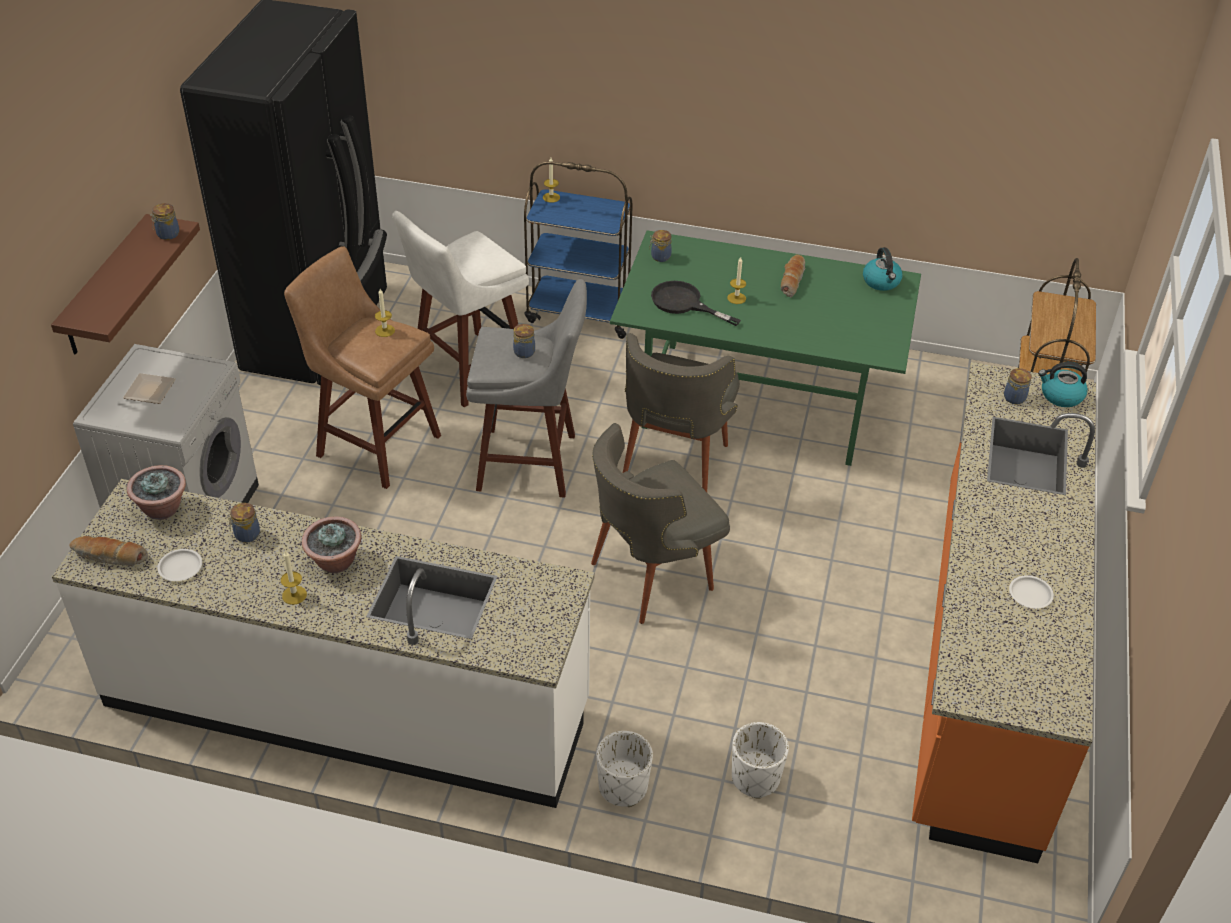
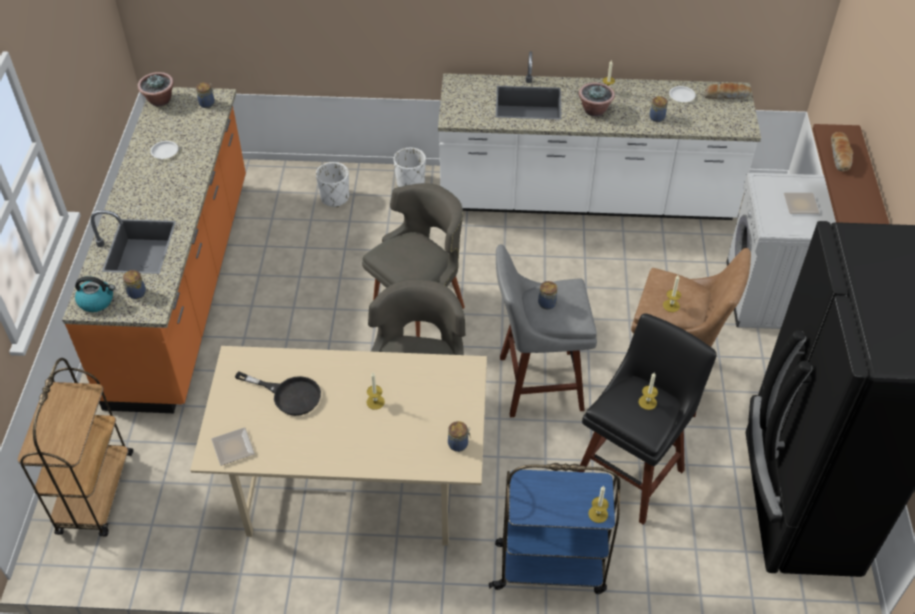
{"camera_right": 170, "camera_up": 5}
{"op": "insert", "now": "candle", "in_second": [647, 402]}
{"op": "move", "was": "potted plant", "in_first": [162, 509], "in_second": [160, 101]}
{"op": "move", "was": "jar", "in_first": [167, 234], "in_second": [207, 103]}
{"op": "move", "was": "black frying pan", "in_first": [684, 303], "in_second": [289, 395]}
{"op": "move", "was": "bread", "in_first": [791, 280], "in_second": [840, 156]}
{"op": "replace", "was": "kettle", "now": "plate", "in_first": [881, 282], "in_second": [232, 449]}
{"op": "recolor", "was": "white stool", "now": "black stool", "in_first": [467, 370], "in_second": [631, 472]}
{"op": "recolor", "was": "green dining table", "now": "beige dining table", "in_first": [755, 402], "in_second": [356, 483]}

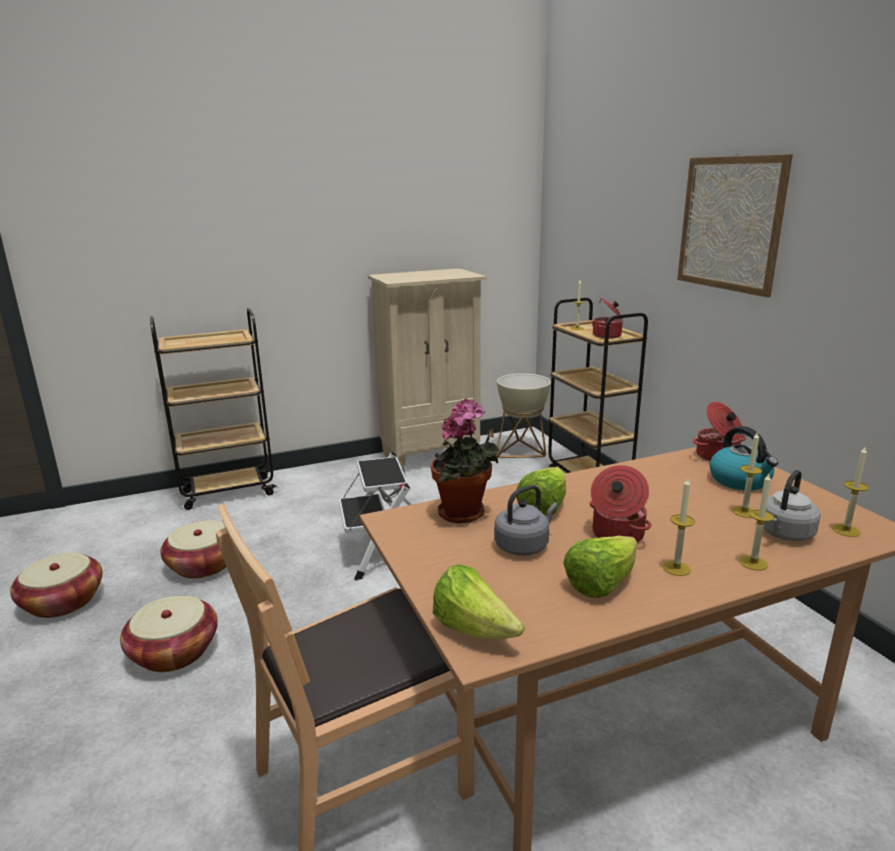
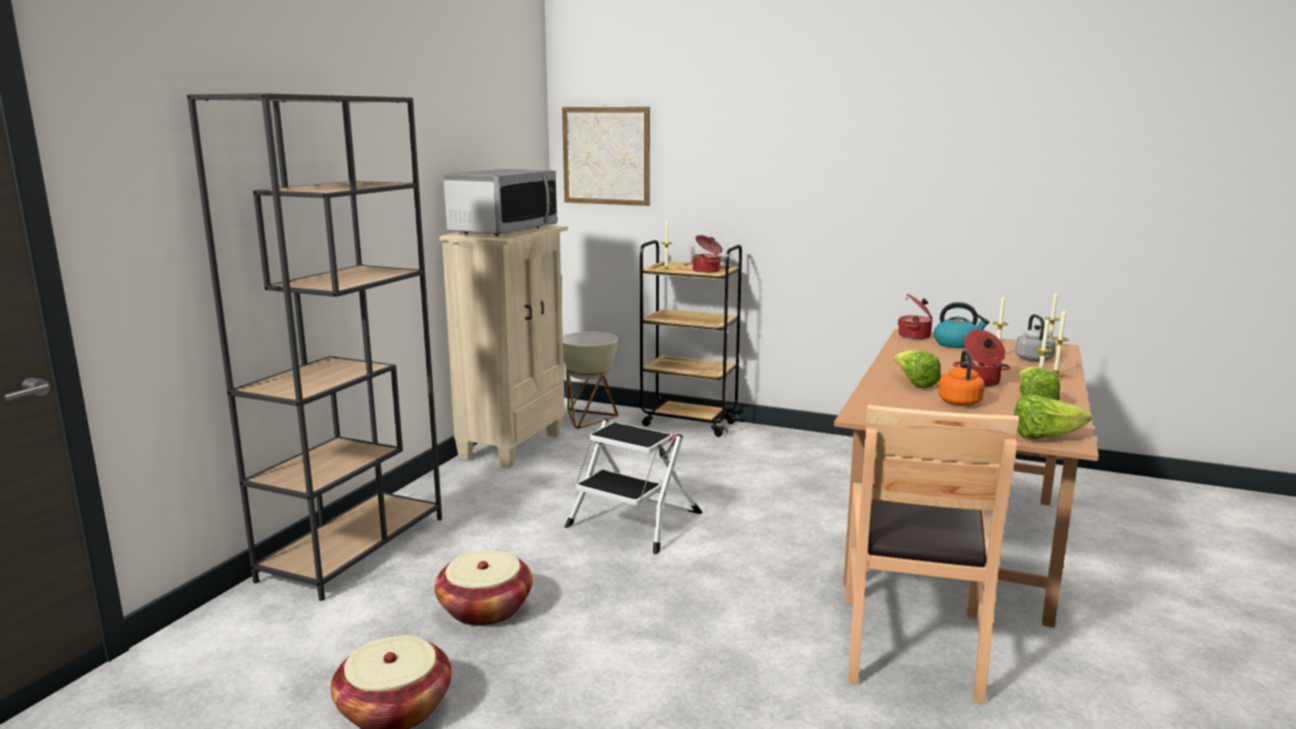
{"camera_right": -45, "camera_up": -5}
{"op": "delete", "was": "basket", "in_first": [174, 652]}
{"op": "delete", "was": "potted plant", "in_first": [465, 514]}
{"op": "insert", "now": "microwave", "in_second": [503, 230]}
{"op": "move", "was": "picture", "in_first": [730, 222], "in_second": [606, 154]}
{"op": "replace", "was": "brown cart", "now": "bookcase", "in_first": [229, 492], "in_second": [354, 548]}
{"op": "recolor", "was": "grey kettle", "now": "orange kettle", "in_first": [524, 545], "in_second": [959, 401]}

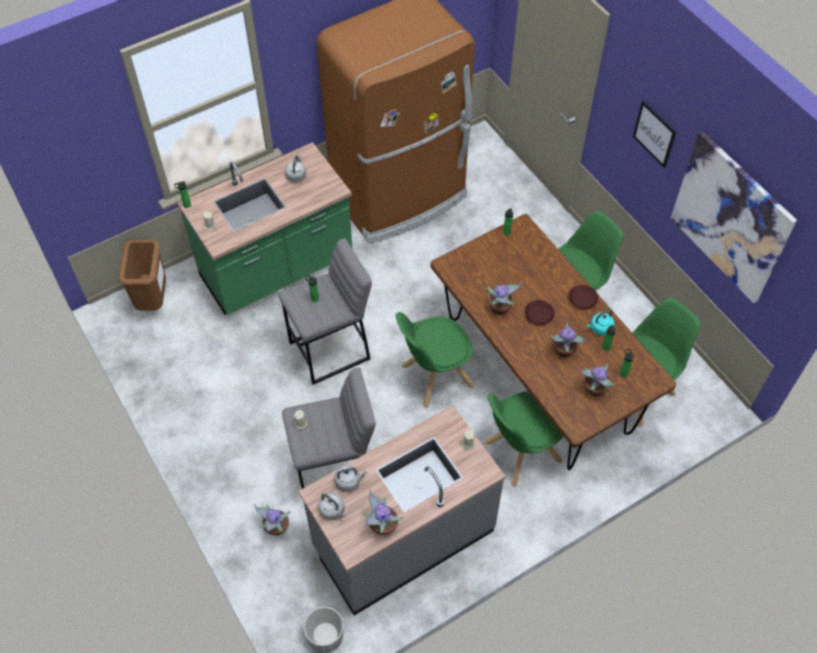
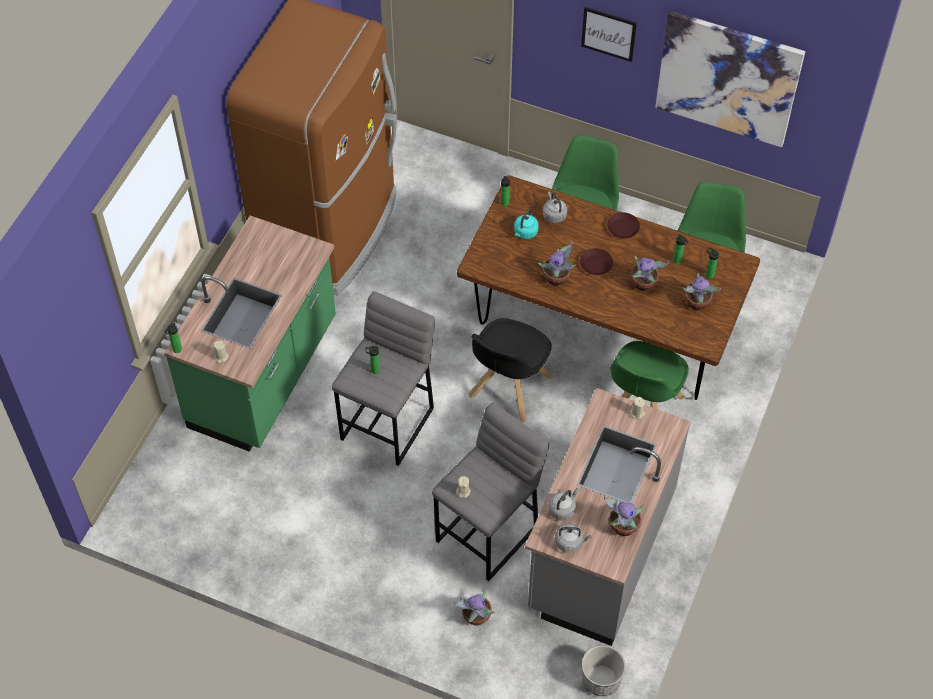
{"camera_right": -35, "camera_up": 0}
{"op": "delete", "was": "brown trash can", "in_first": [154, 301]}
{"op": "move", "was": "grey kettle", "in_first": [296, 175], "in_second": [554, 214]}
{"op": "move", "was": "turquoise kettle", "in_first": [600, 328], "in_second": [525, 233]}
{"op": "recolor", "was": "green chair", "now": "black chair", "in_first": [434, 377], "in_second": [508, 389]}

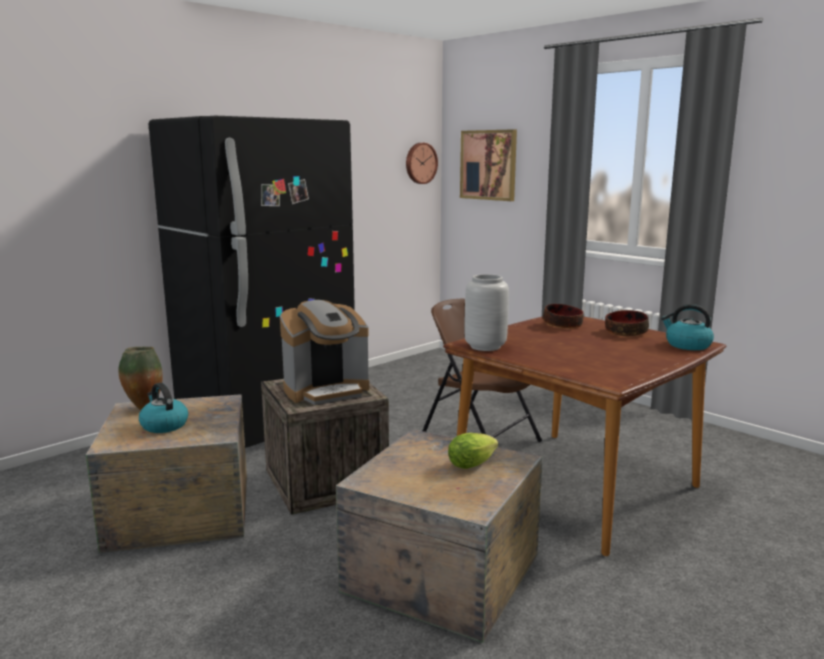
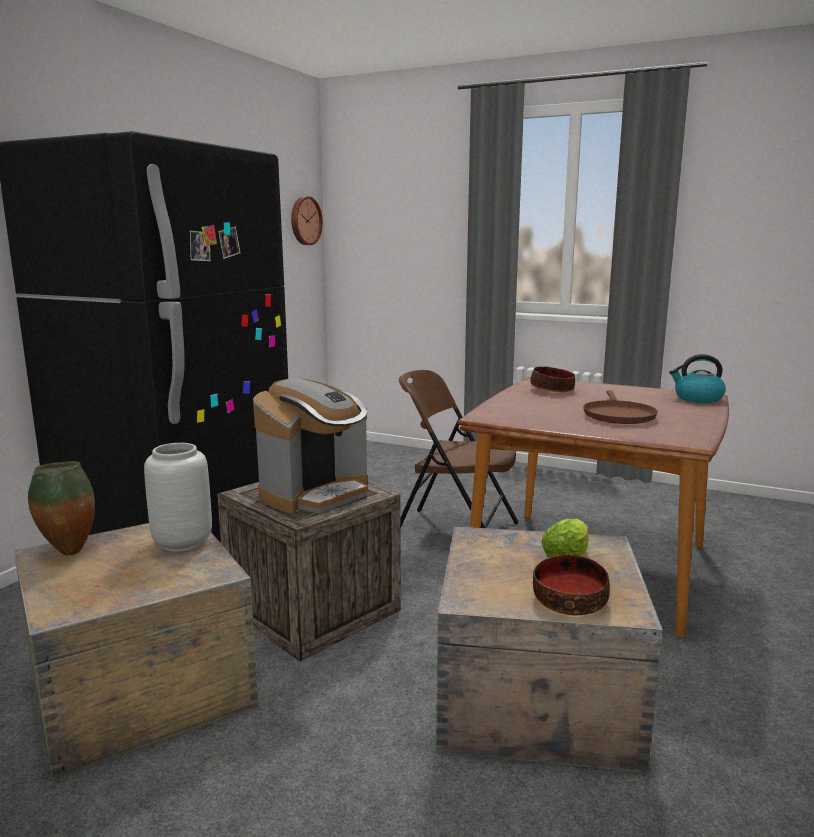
{"camera_right": -20, "camera_up": 0}
{"op": "delete", "was": "kettle", "in_first": [163, 425]}
{"op": "delete", "was": "picture", "in_first": [488, 165]}
{"op": "insert", "now": "brown frying pan", "in_second": [618, 415]}
{"op": "move", "was": "grey vase", "in_first": [486, 347], "in_second": [184, 542]}
{"op": "move", "was": "bowl", "in_first": [625, 332], "in_second": [569, 600]}

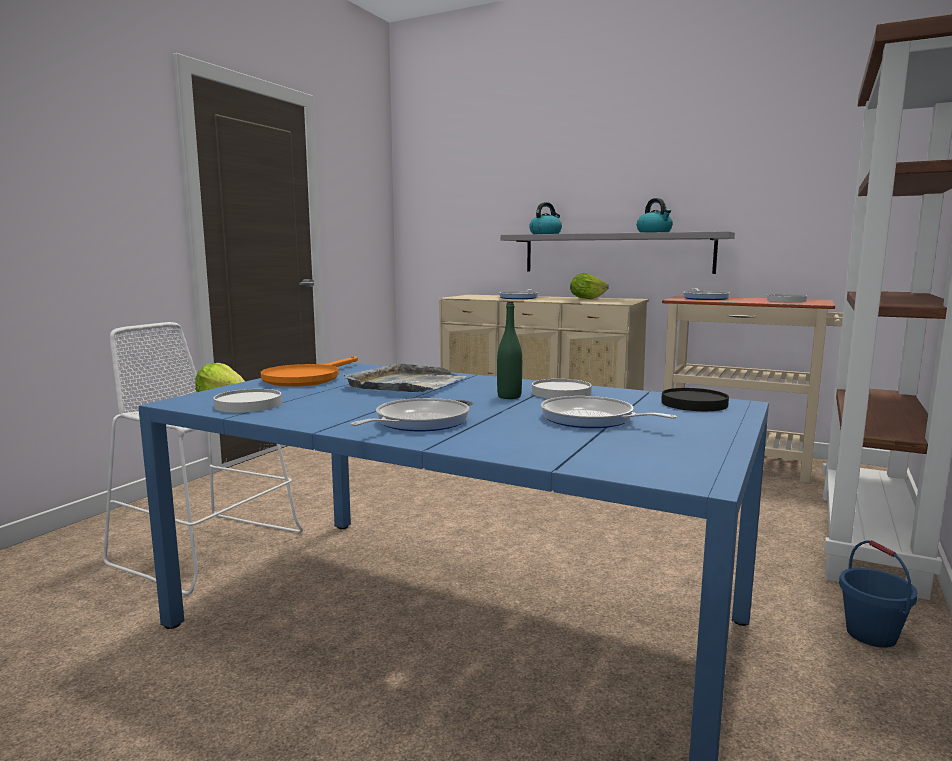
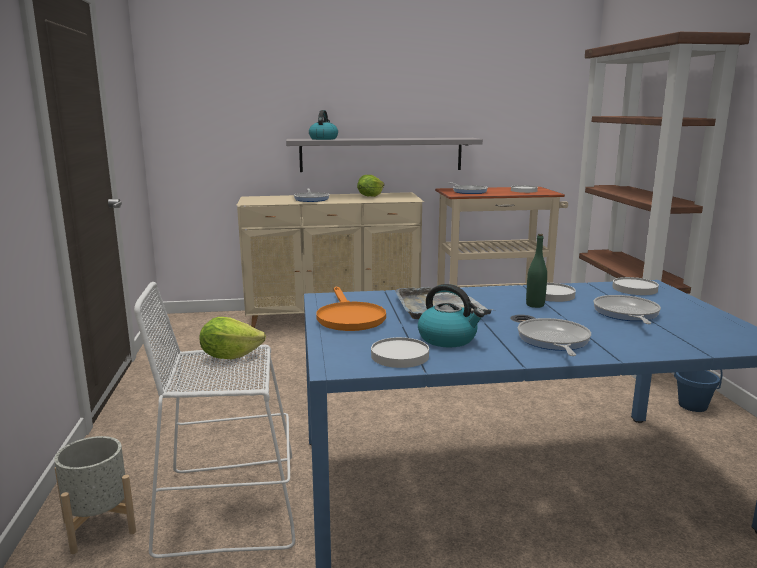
{"camera_right": -35, "camera_up": 5}
{"op": "insert", "now": "grey planter", "in_second": [99, 526]}
{"op": "move", "was": "kettle", "in_first": [654, 232], "in_second": [448, 339]}
{"op": "recolor", "was": "black plate", "now": "white plate", "in_first": [694, 404], "in_second": [635, 289]}
{"op": "rotate", "was": "frying pan", "in_first": [591, 419], "in_second": [626, 314], "clockwise": 90}

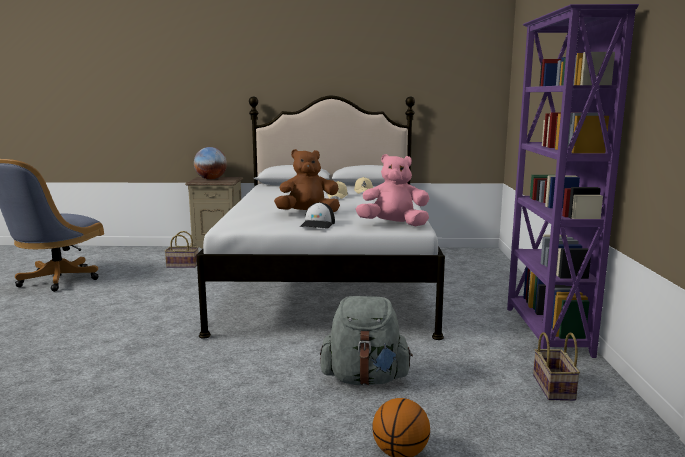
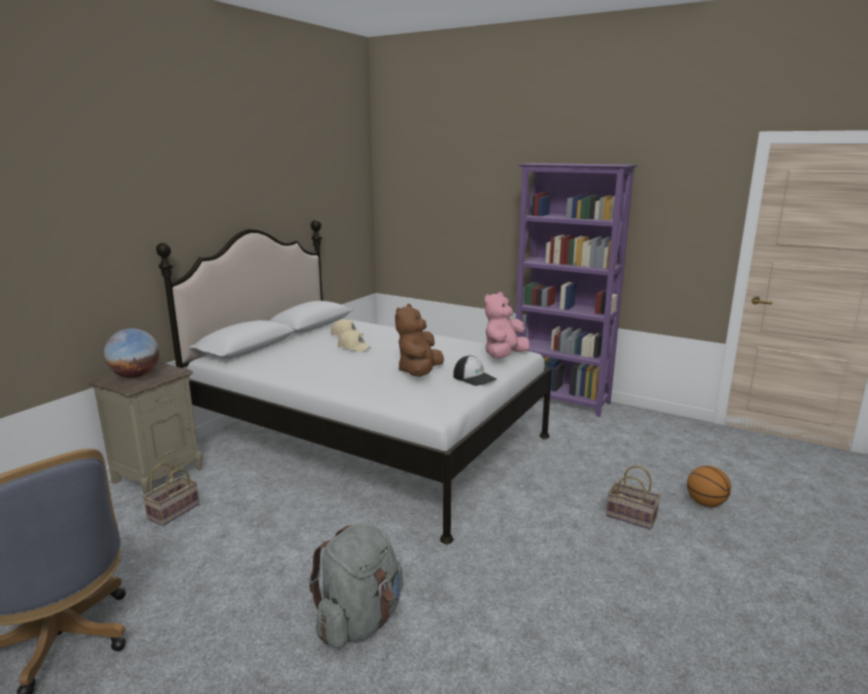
{"camera_right": -60, "camera_up": 5}
{"op": "move", "was": "grey backpack", "in_first": [365, 379], "in_second": [360, 621]}
{"op": "move", "was": "basket", "in_first": [555, 388], "in_second": [632, 517]}

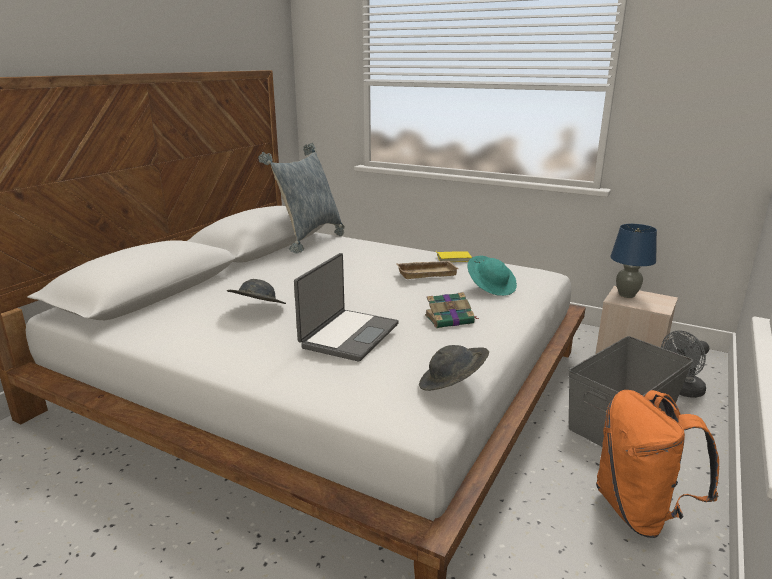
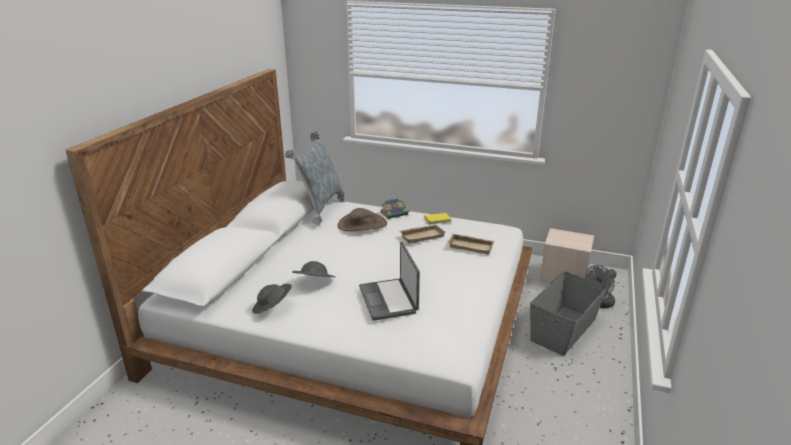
{"camera_right": -10, "camera_up": 5}
{"op": "delete", "was": "orange backpack", "in_first": [640, 511]}
{"op": "delete", "was": "blue table lamp", "in_first": [626, 295]}
{"op": "insert", "now": "brown hat", "in_second": [362, 225]}
{"op": "move", "was": "grey hat", "in_first": [452, 385], "in_second": [273, 308]}
{"op": "move", "was": "book", "in_first": [450, 319], "in_second": [394, 213]}
{"op": "replace", "was": "turquoise hat", "now": "beige tray", "in_first": [491, 287], "in_second": [471, 246]}
{"op": "rotate", "was": "laptop", "in_first": [348, 335], "in_second": [389, 300], "clockwise": 150}

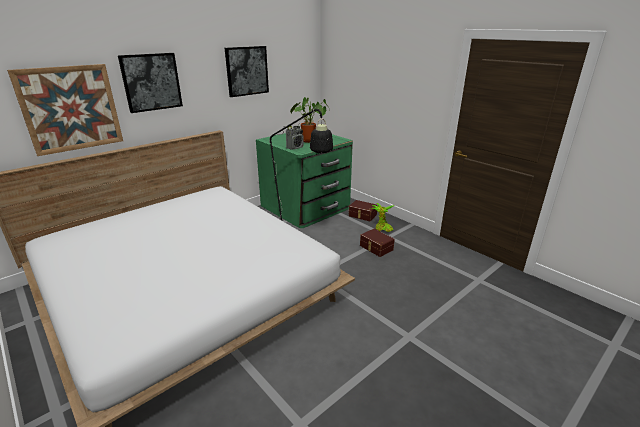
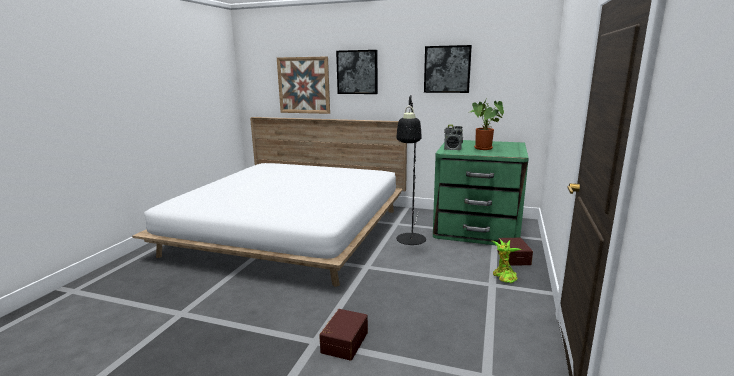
{"camera_right": 60, "camera_up": -10}
{"op": "move", "was": "brown storage box", "in_first": [376, 248], "in_second": [343, 342]}

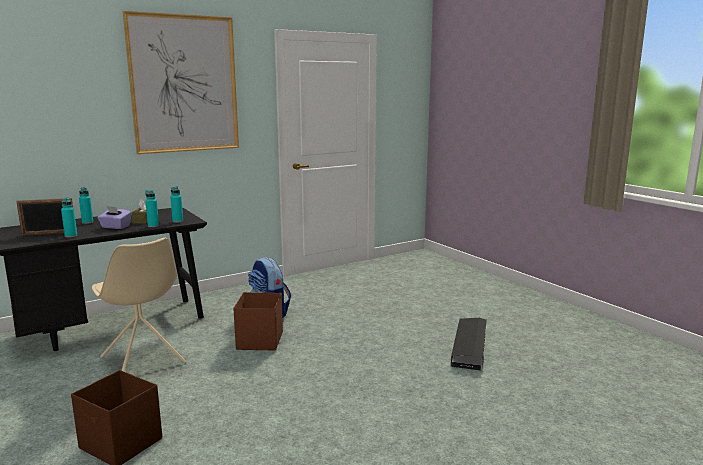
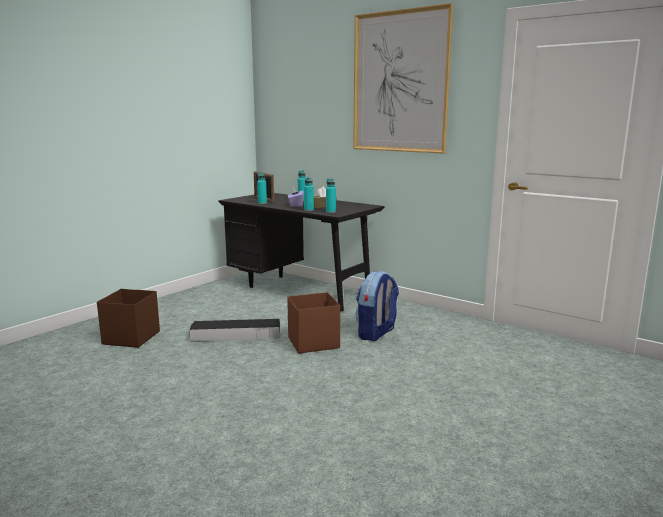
{"camera_right": 70, "camera_up": 0}
{"op": "delete", "was": "beige chair", "in_first": [143, 361]}
{"op": "move", "was": "black storage box", "in_first": [469, 348], "in_second": [236, 335]}

